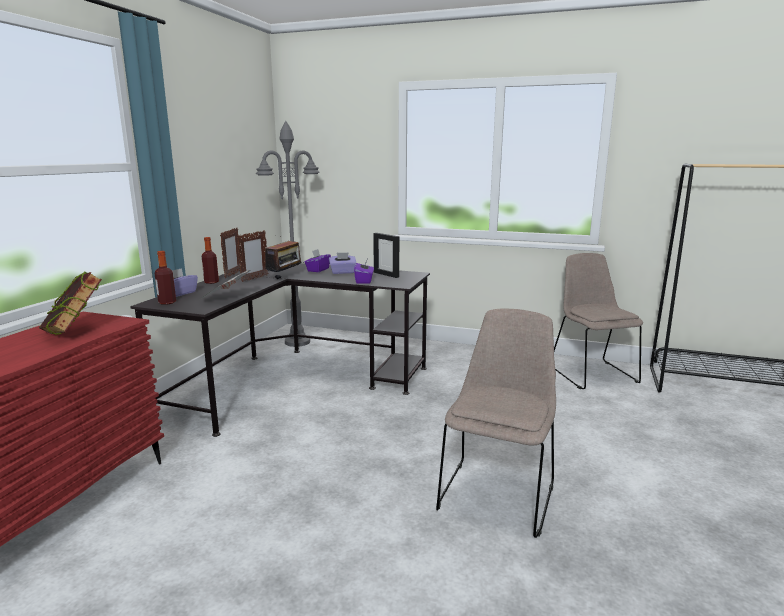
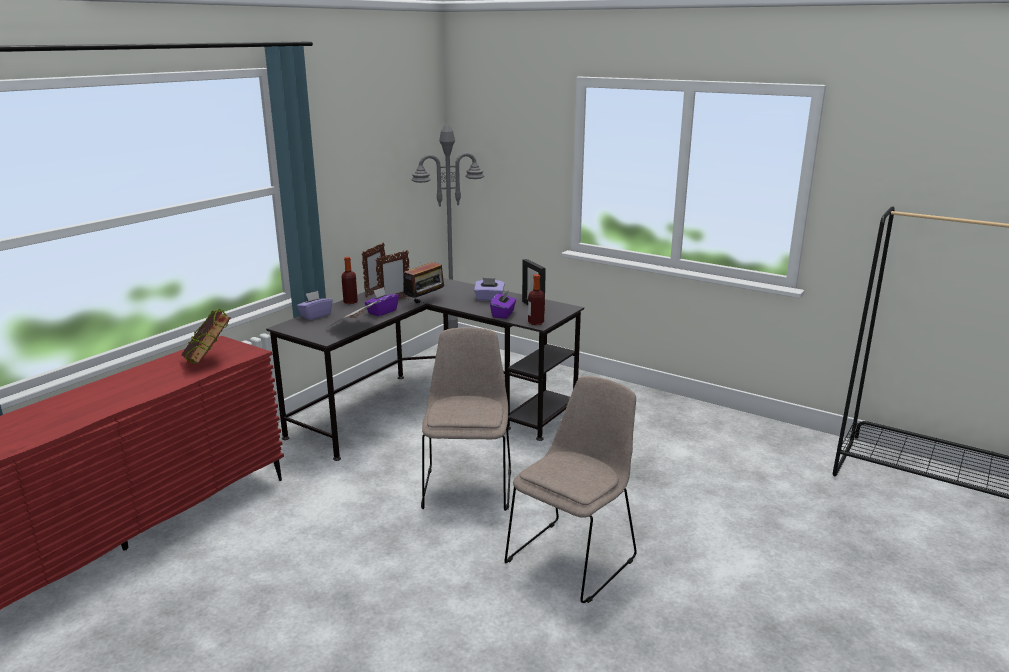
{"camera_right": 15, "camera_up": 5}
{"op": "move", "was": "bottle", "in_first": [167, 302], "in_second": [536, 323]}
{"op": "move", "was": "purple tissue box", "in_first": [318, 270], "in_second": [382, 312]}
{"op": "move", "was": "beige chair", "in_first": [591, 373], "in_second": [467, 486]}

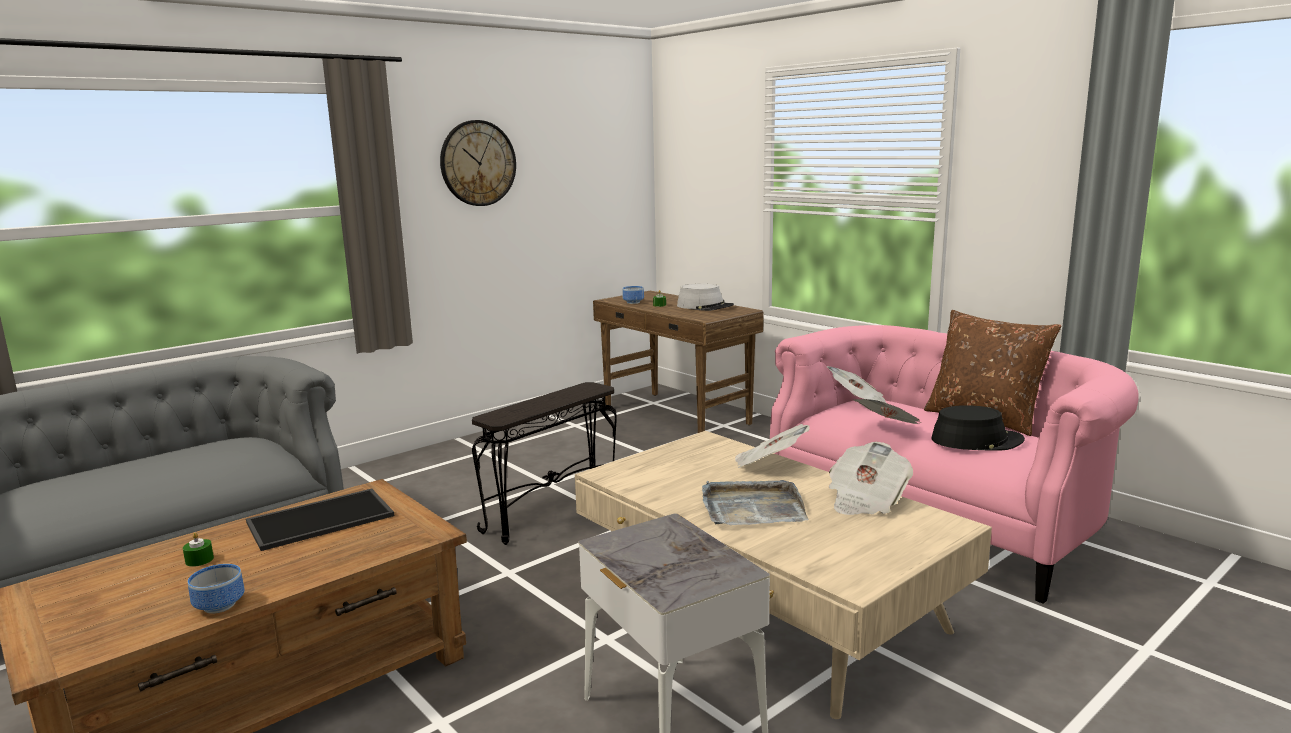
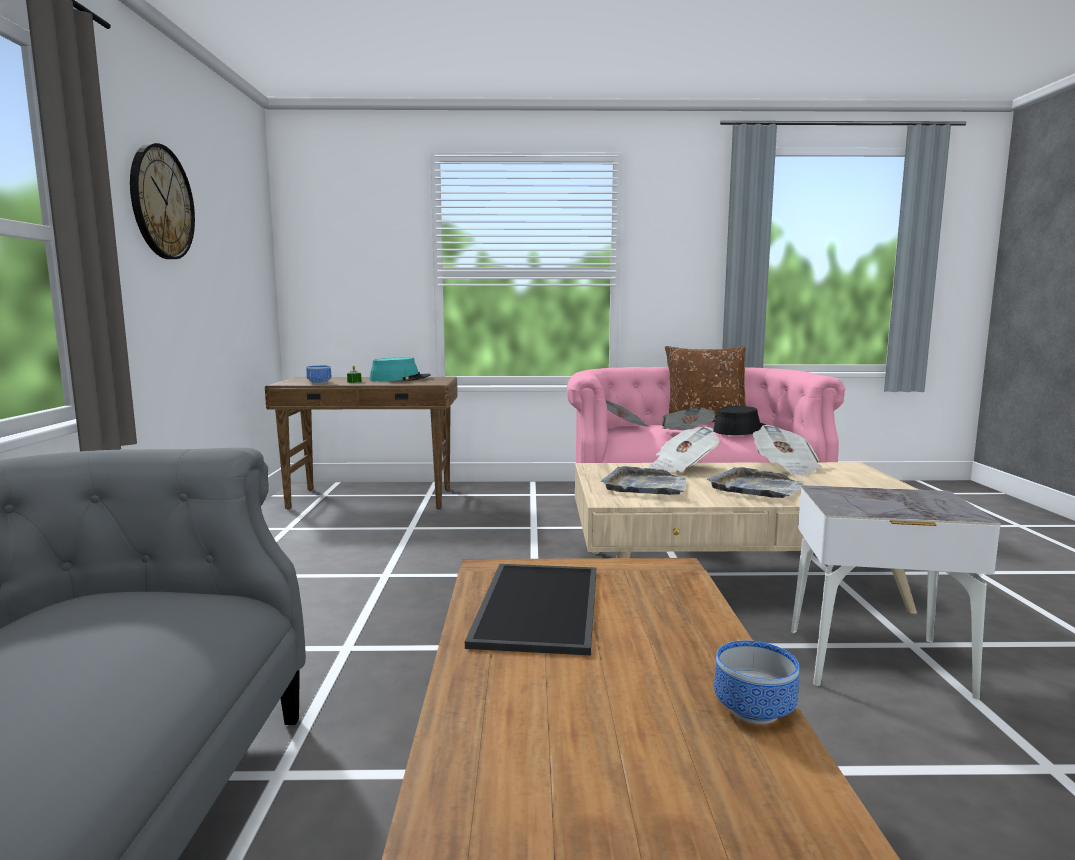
{"camera_right": -50, "camera_up": -5}
{"op": "delete", "was": "green candle", "in_first": [199, 560]}
{"op": "delete", "was": "black side table", "in_first": [553, 512]}
{"op": "insert", "now": "grey tray", "in_second": [646, 486]}
{"op": "recolor", "was": "grey hat", "now": "turquoise hat", "in_first": [705, 306], "in_second": [400, 379]}

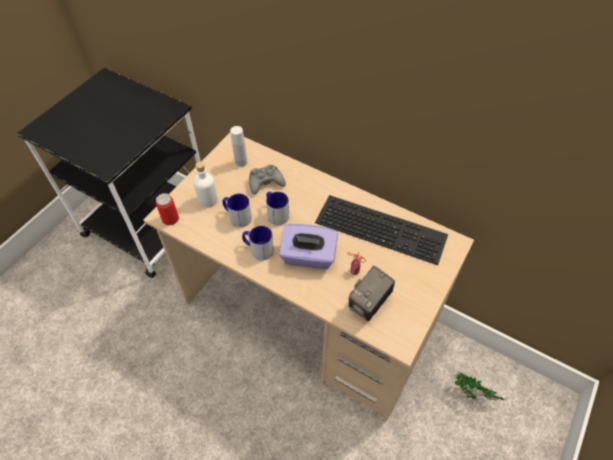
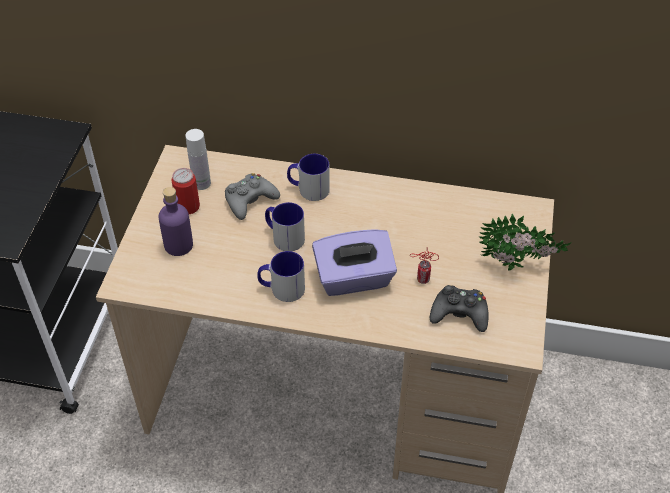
{"camera_right": -20, "camera_up": -5}
{"op": "delete", "was": "keyboard", "in_first": [383, 227]}
{"op": "move", "was": "can", "in_first": [170, 219], "in_second": [188, 207]}
{"op": "move", "was": "mug", "in_first": [237, 216], "in_second": [308, 189]}
{"op": "move", "was": "potted plant", "in_first": [473, 396], "in_second": [518, 267]}
{"op": "replace", "was": "photo camera", "now": "black game controller", "in_first": [369, 304], "in_second": [459, 313]}
{"op": "recolor", "was": "white bottle", "now": "purple bottle", "in_first": [208, 200], "in_second": [178, 245]}

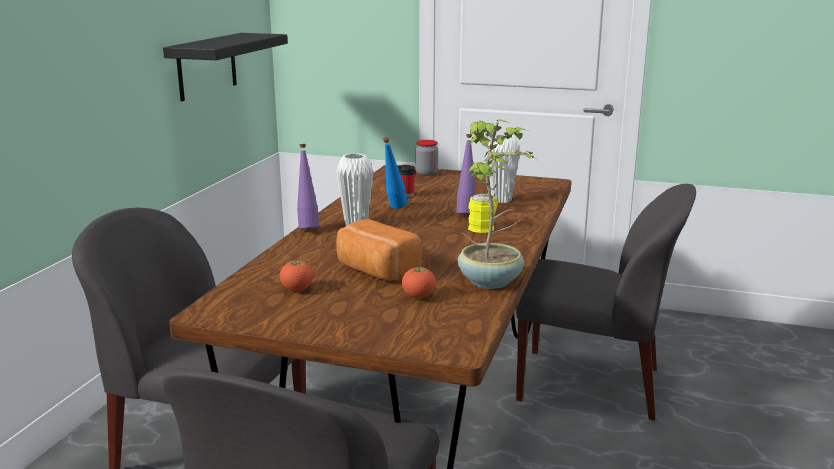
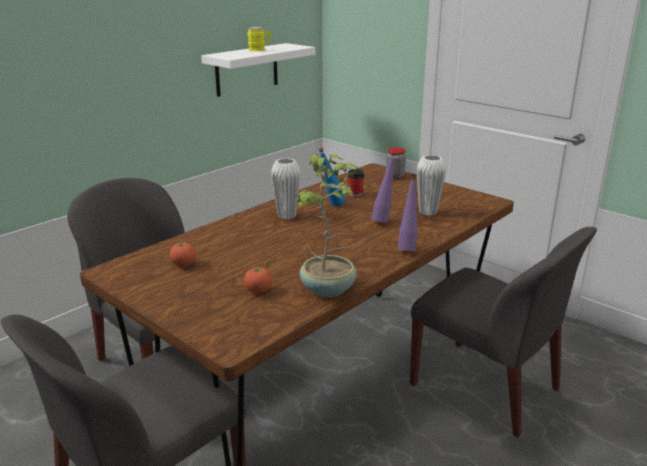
{"camera_right": 25, "camera_up": 5}
{"op": "delete", "was": "bread", "in_first": [375, 271]}
{"op": "move", "was": "purple bottle", "in_first": [308, 227], "in_second": [407, 248]}
{"op": "move", "was": "yellow mug", "in_first": [484, 227], "in_second": [260, 49]}
{"op": "recolor", "was": "black shelf", "now": "white shelf", "in_first": [207, 66], "in_second": [247, 69]}

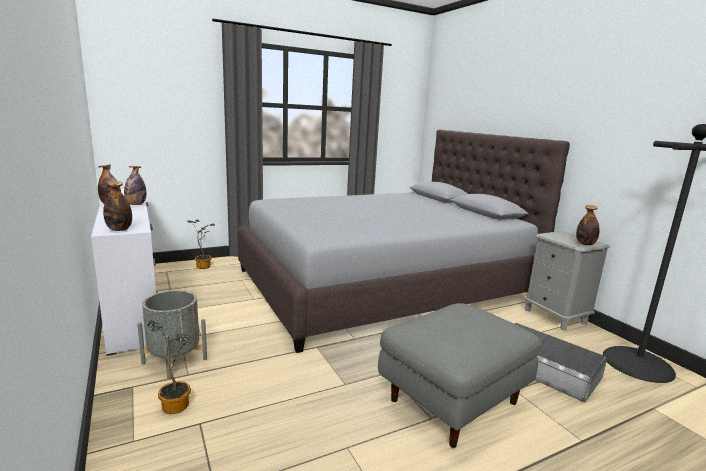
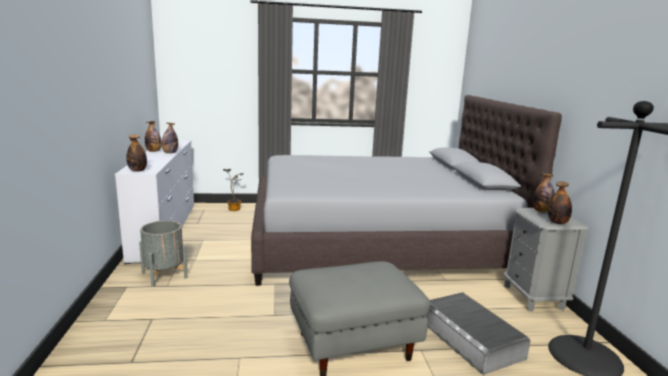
{"camera_right": 20, "camera_up": 0}
{"op": "delete", "was": "potted plant", "in_first": [178, 403]}
{"op": "insert", "now": "bottle", "in_second": [541, 211]}

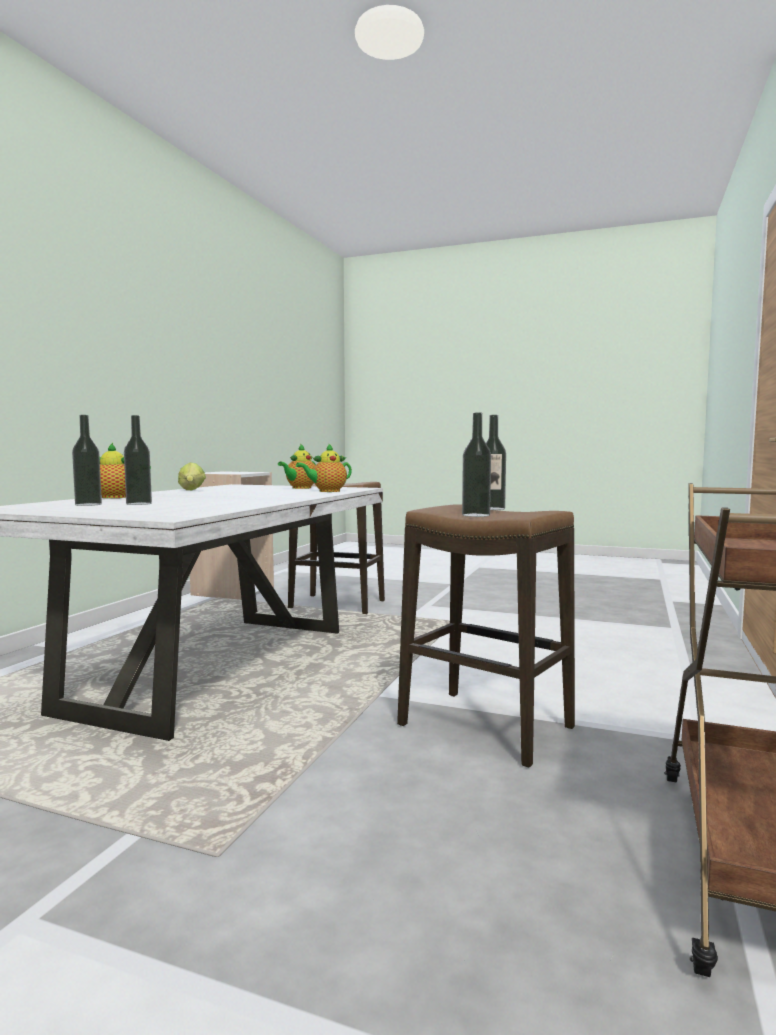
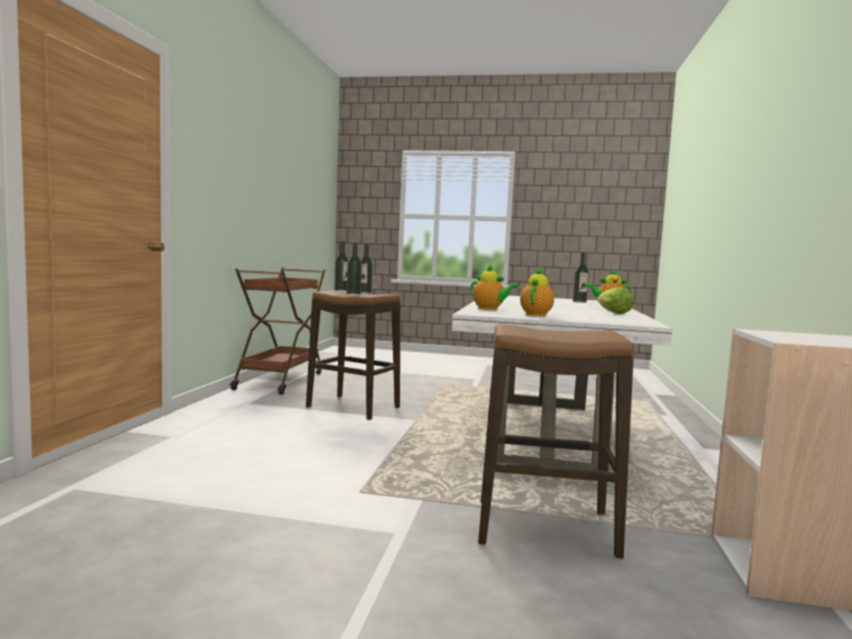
{"camera_right": 170, "camera_up": 0}
{"op": "move", "was": "bottle", "in_first": [139, 504], "in_second": [341, 290]}
{"op": "rotate", "was": "teapot", "in_first": [327, 491], "in_second": [490, 309], "clockwise": 75}

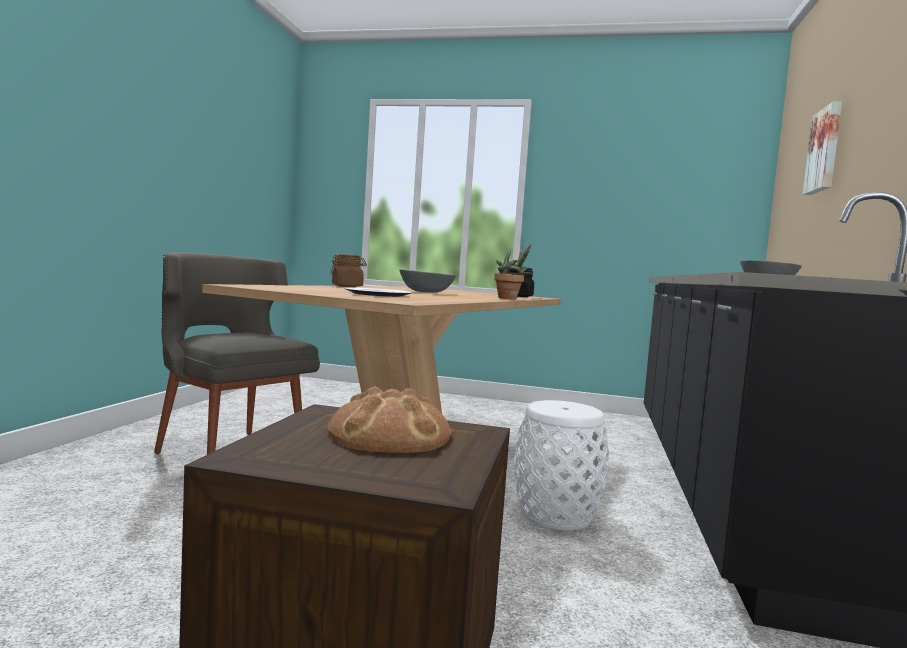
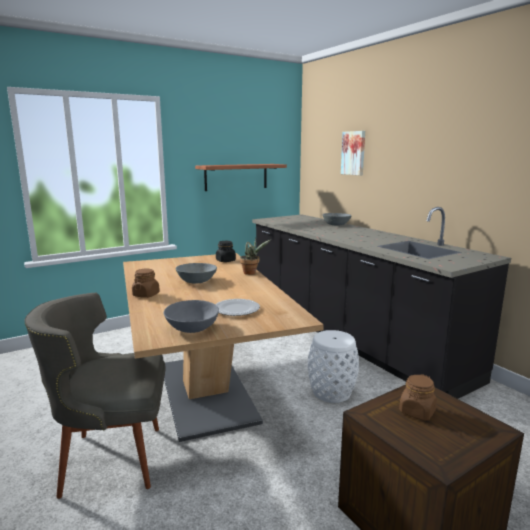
{"camera_right": -45, "camera_up": 10}
{"op": "insert", "now": "grey bowl", "in_second": [191, 328]}
{"op": "insert", "now": "shelf", "in_second": [236, 177]}
{"op": "replace", "was": "bread", "now": "brown jar", "in_first": [390, 434], "in_second": [417, 412]}

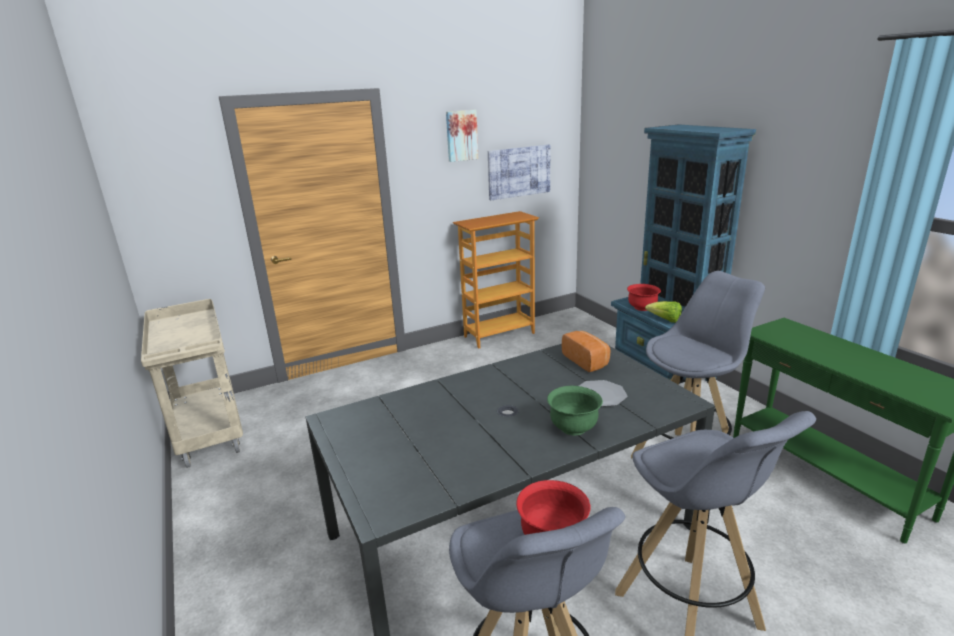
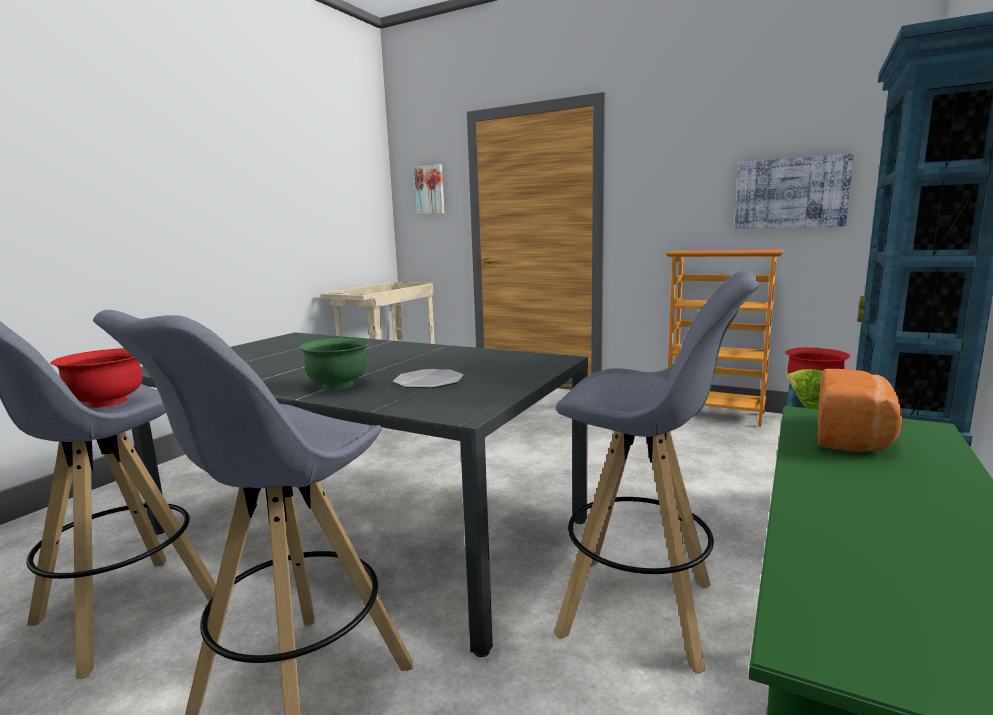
{"camera_right": 55, "camera_up": -10}
{"op": "move", "was": "picture", "in_first": [461, 135], "in_second": [430, 190]}
{"op": "move", "was": "bread", "in_first": [586, 361], "in_second": [854, 436]}

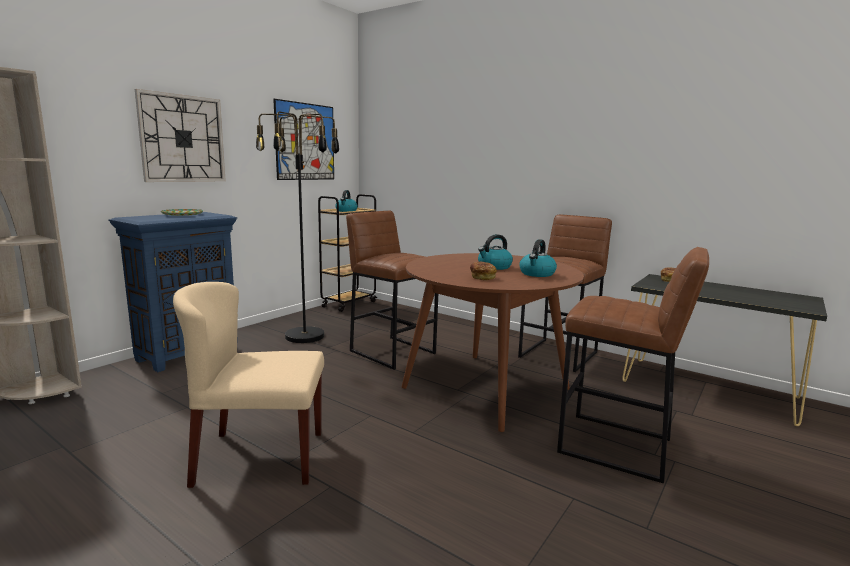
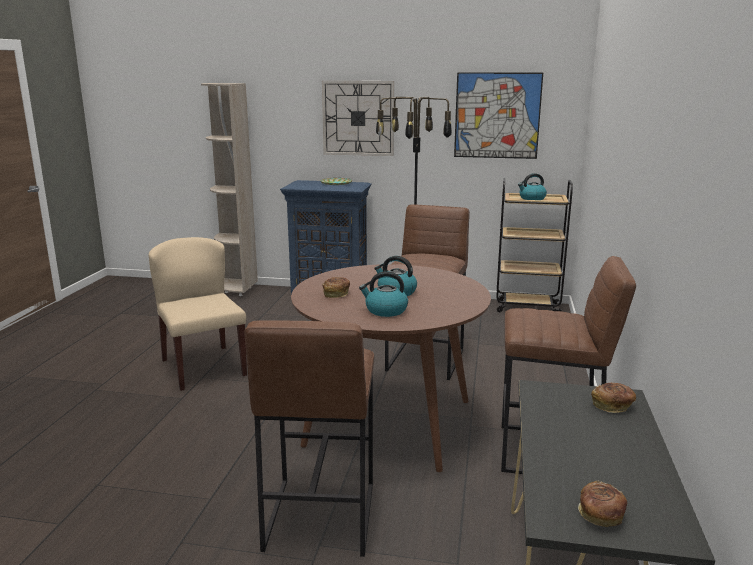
{"camera_right": 65, "camera_up": 5}
{"op": "insert", "now": "bread", "in_second": [600, 516]}

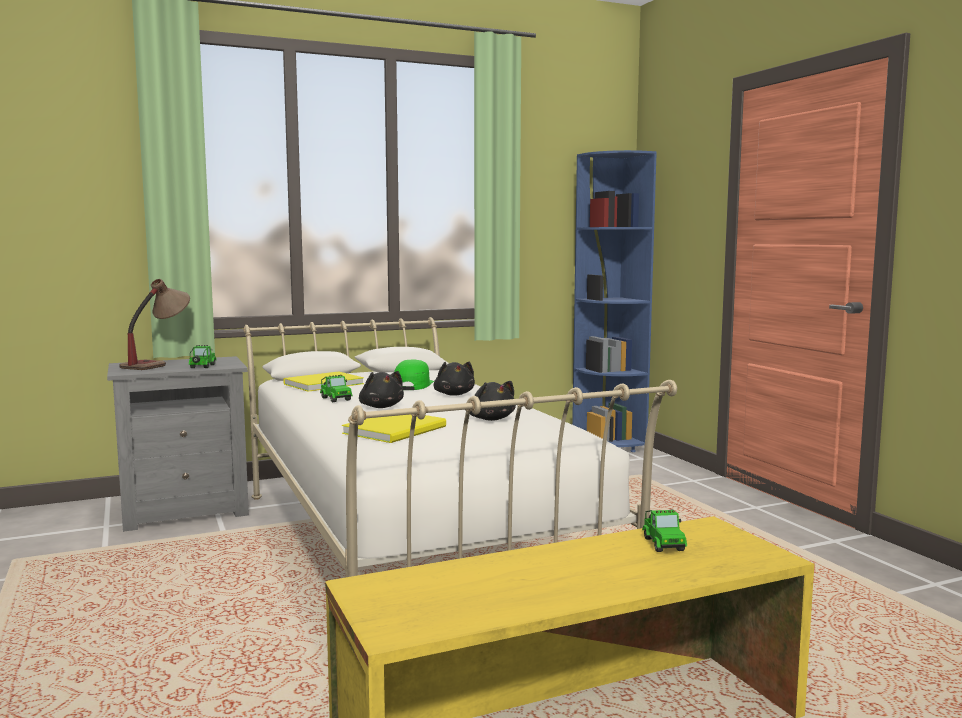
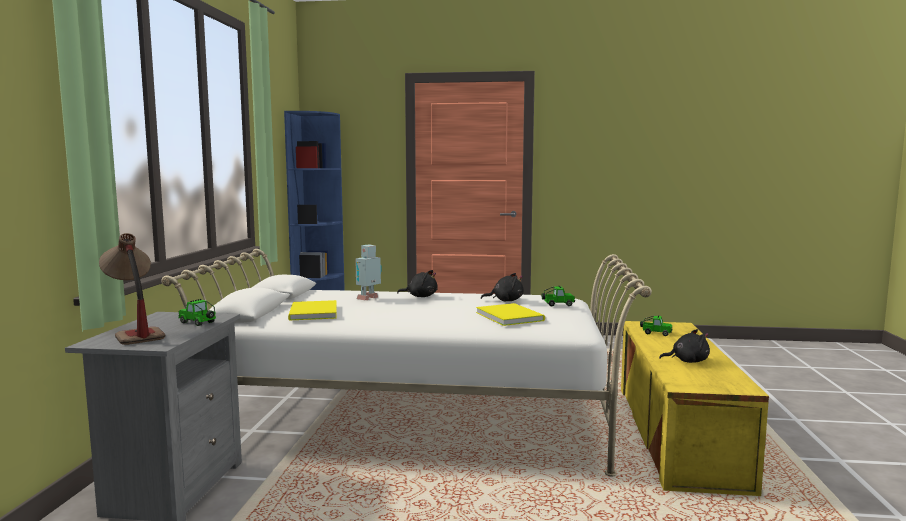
{"camera_right": -60, "camera_up": 0}
{"op": "move", "was": "toy car", "in_first": [335, 399], "in_second": [557, 304]}
{"op": "move", "was": "black plush toy", "in_first": [381, 407], "in_second": [687, 361]}
{"op": "replace", "was": "green cap", "now": "toy robot", "in_first": [413, 385], "in_second": [369, 298]}

